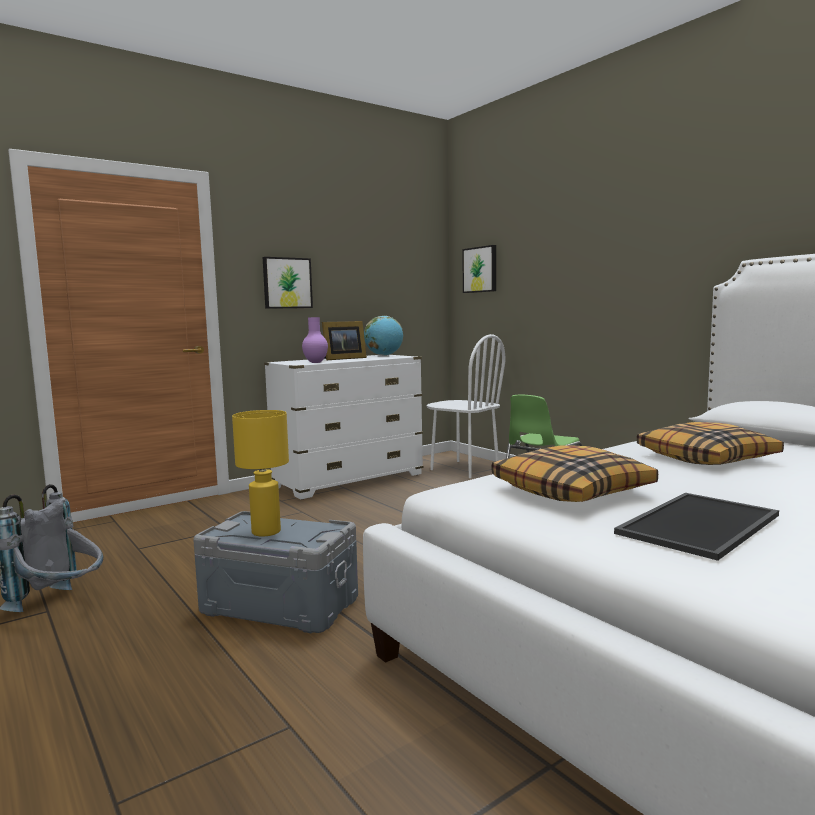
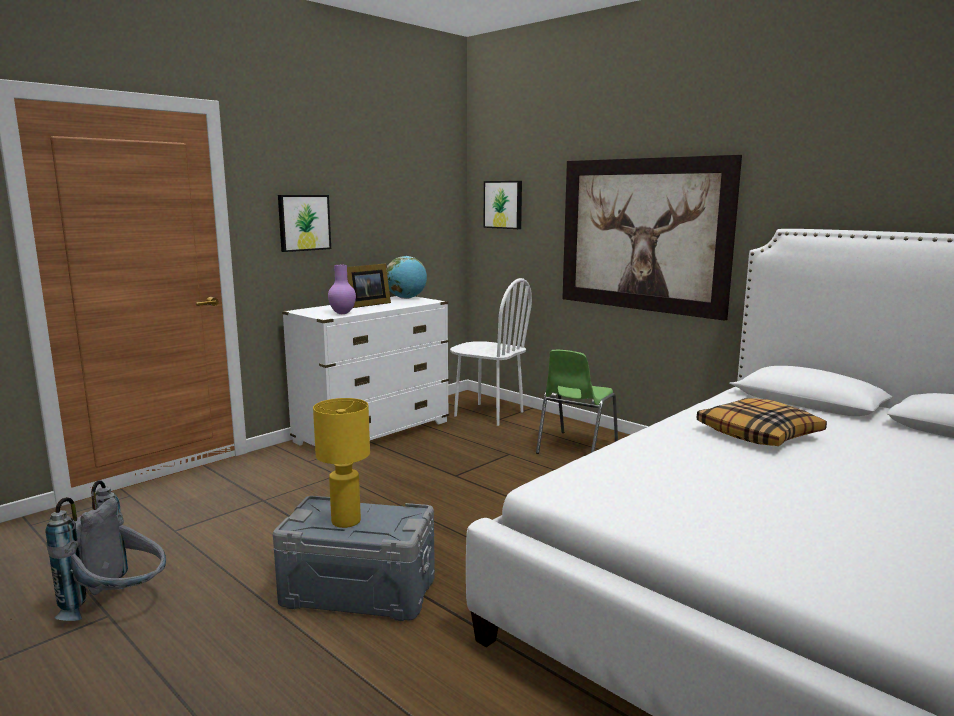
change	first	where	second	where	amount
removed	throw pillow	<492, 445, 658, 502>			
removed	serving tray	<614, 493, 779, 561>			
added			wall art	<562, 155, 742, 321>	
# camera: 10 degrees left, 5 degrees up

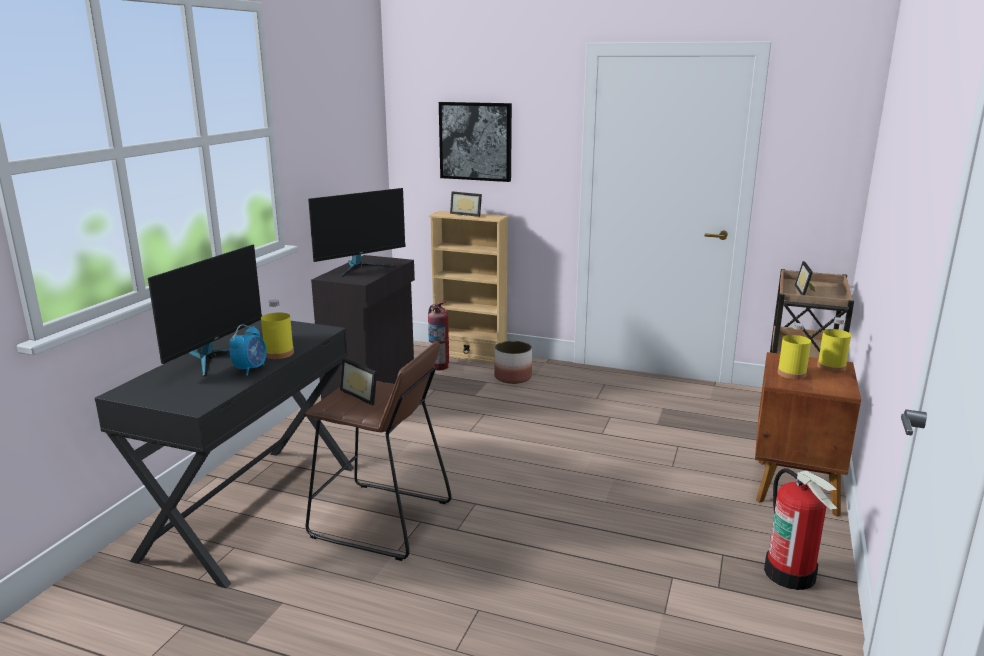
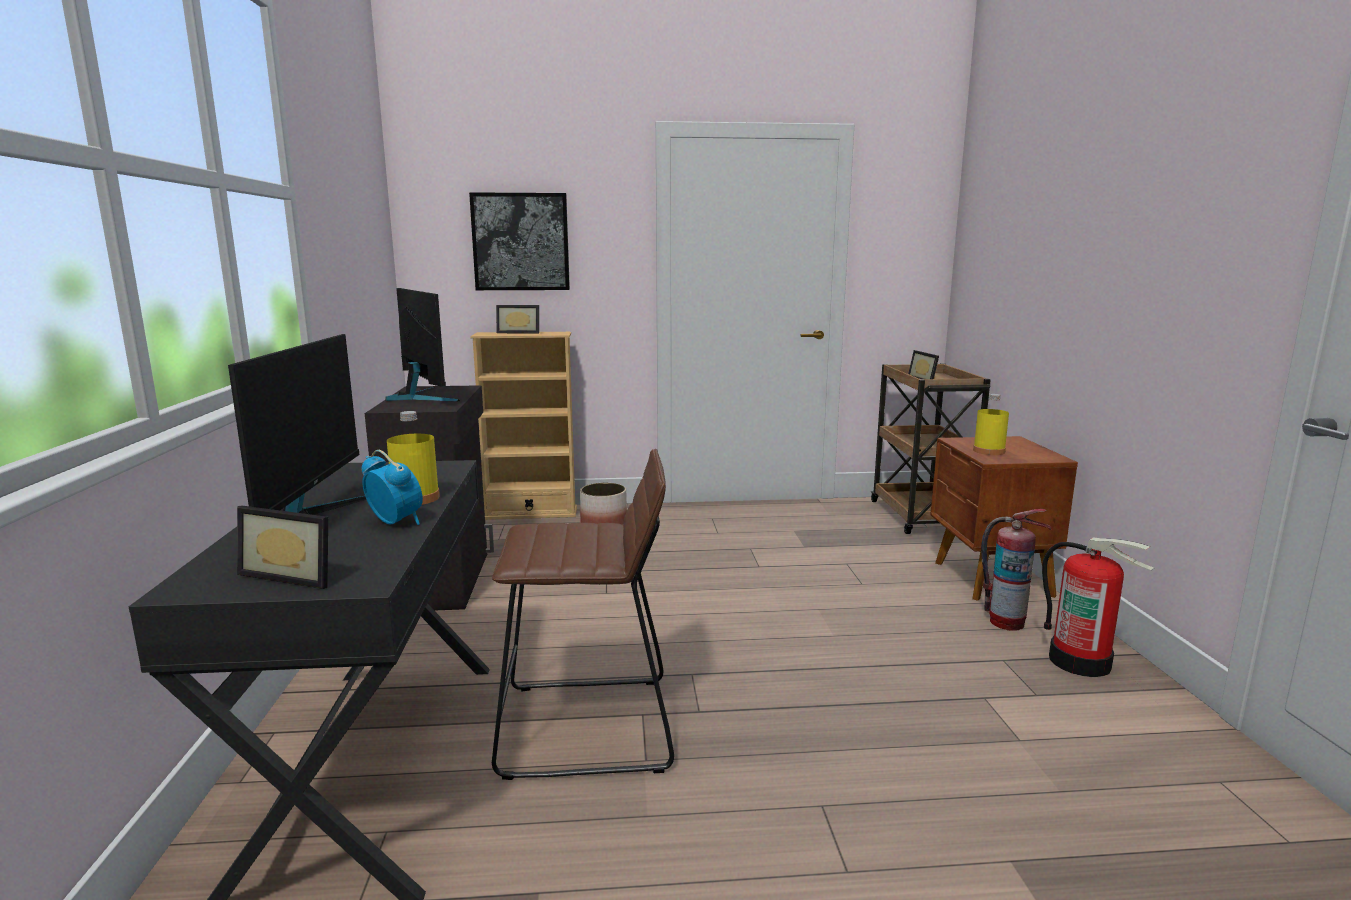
change	first	where	second	where	amount
removed	drink bottle (yellow)	<817, 317, 851, 372>			
moved	photo frame	<340, 358, 377, 405>		<237, 506, 328, 589>	
moved	fire extinguisher	<428, 301, 449, 370>		<981, 509, 1051, 631>	
turned	alarm clock	<229, 324, 267, 376>		<362, 450, 423, 525>	45 degrees counterclockwise
turned	computer display	<308, 188, 406, 277>		<385, 288, 460, 402>	60 degrees counterclockwise
# camera: 25 degrees left, 5 degrees down

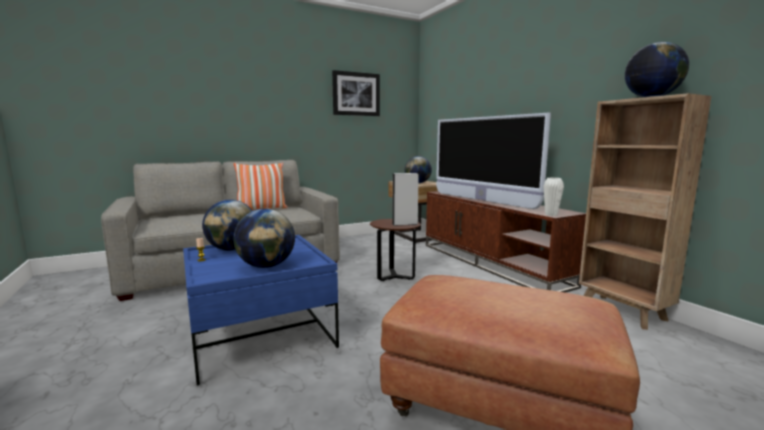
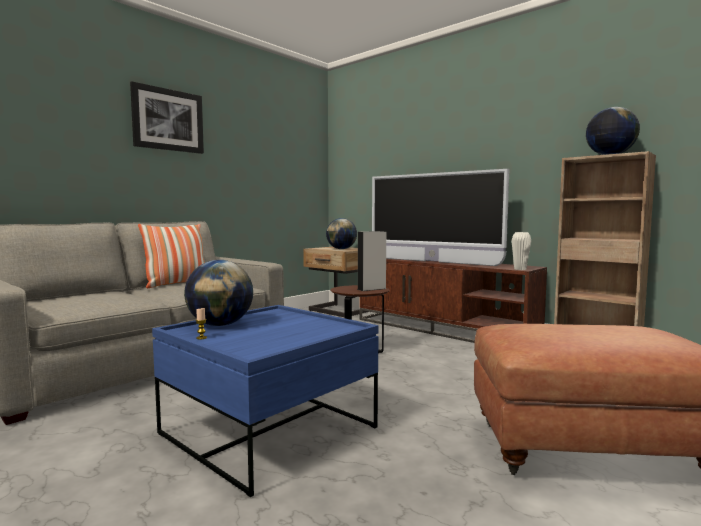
change	first	where	second	where	amount
removed	world globe	<233, 209, 295, 268>			
moved	wall art	<332, 70, 380, 116>		<130, 81, 204, 154>	
# camera: 20 degrees left, 5 degrees down

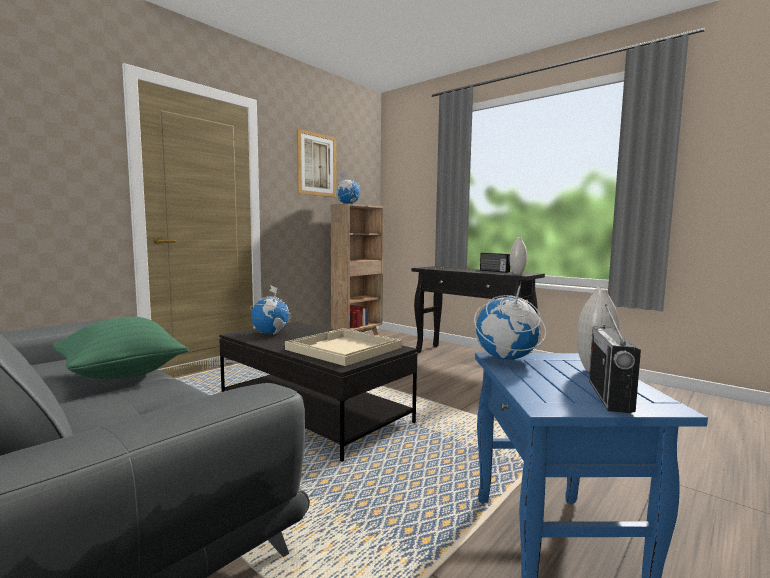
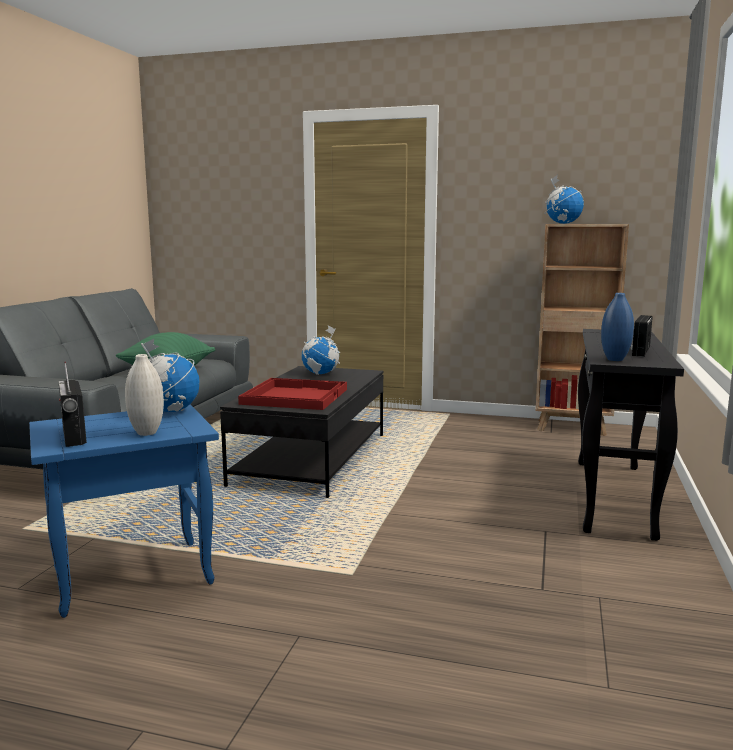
change	first	where	second	where	amount
removed	wall art	<297, 129, 337, 197>			
recoloured	serving tray (sand-coloured)	<285, 328, 402, 366>	serving tray (red-coloured)	<238, 378, 347, 410>	
recoloured	flower vase (whitish)	<510, 237, 527, 275>	flower vase (bluish)	<601, 293, 634, 361>	
turned	radio receiver	<589, 304, 641, 413>		<58, 361, 87, 447>	105 degrees counterclockwise
# camera: 65 degrees right, 5 degrees up

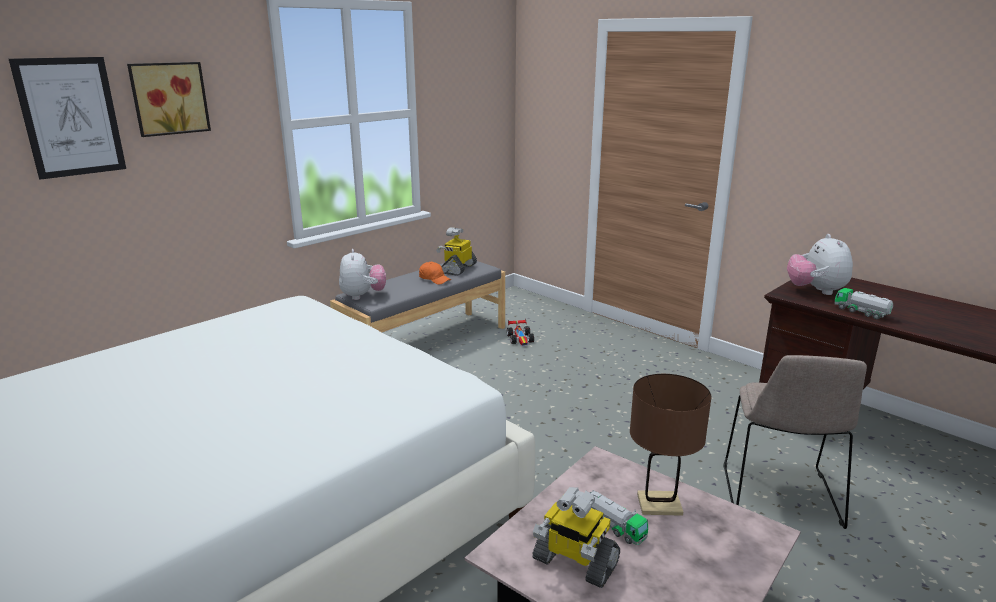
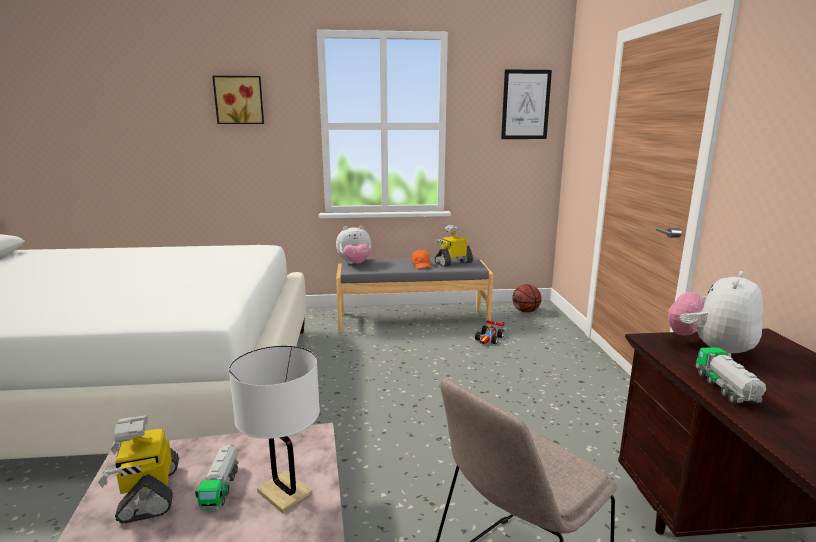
change	first	where	second	where	amount
added			basketball ball	<512, 284, 541, 313>	
moved	wall art	<9, 57, 126, 180>		<501, 70, 552, 139>	
recoloured	tabletop lamp (brown)	<630, 374, 712, 516>	tabletop lamp (whitish)	<229, 346, 320, 514>	
turned	plush toy	<339, 249, 386, 300>		<336, 226, 371, 264>	45 degrees clockwise
# camera: 40 degrees right, 5 degrees down

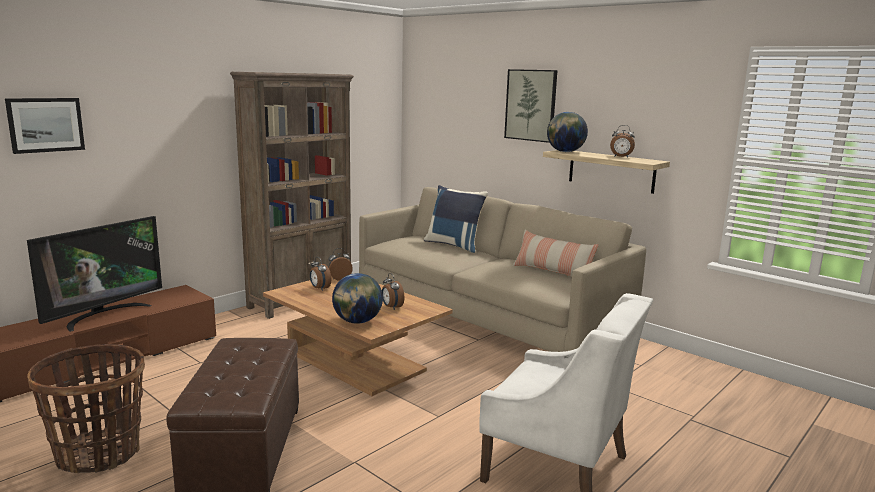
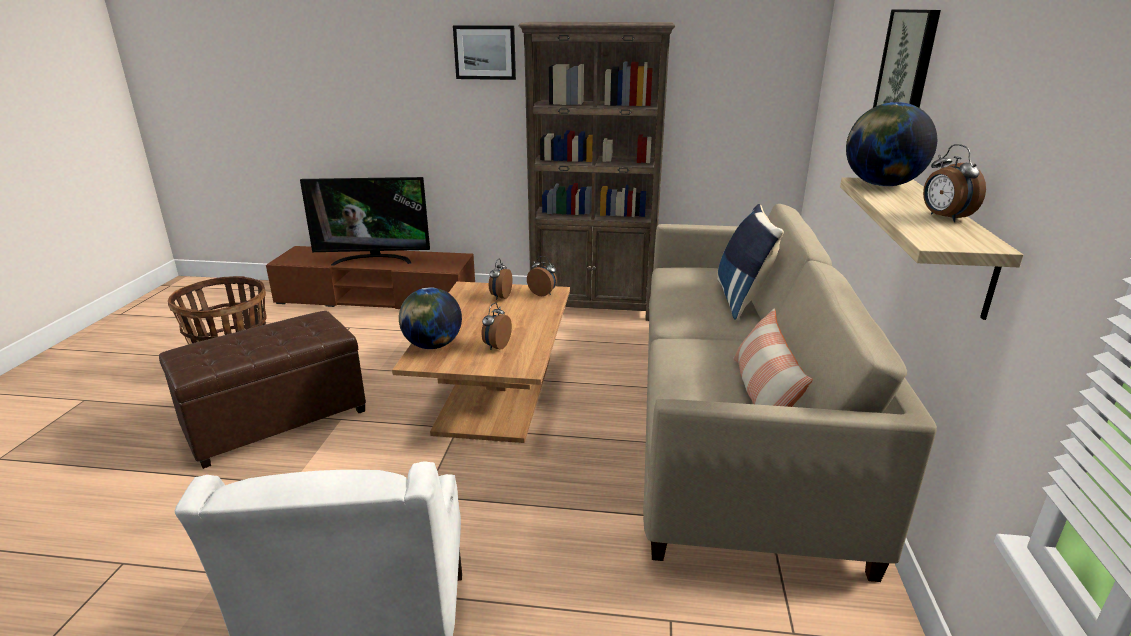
change	first	where	second	where	amount
moved	wall art	<5, 98, 85, 154>		<453, 25, 516, 80>	
# camera: 55 degrees right, 10 degrees up

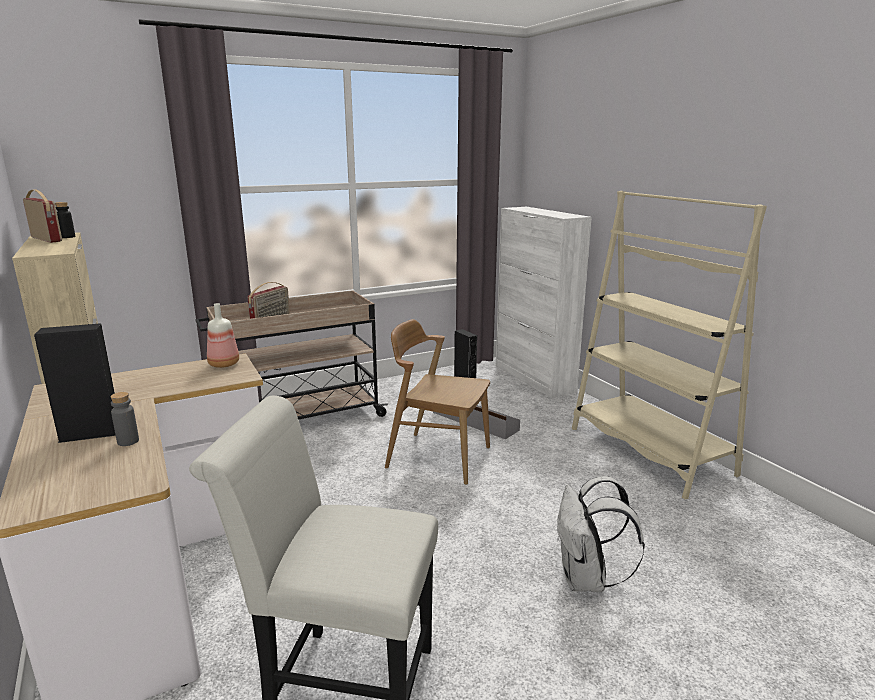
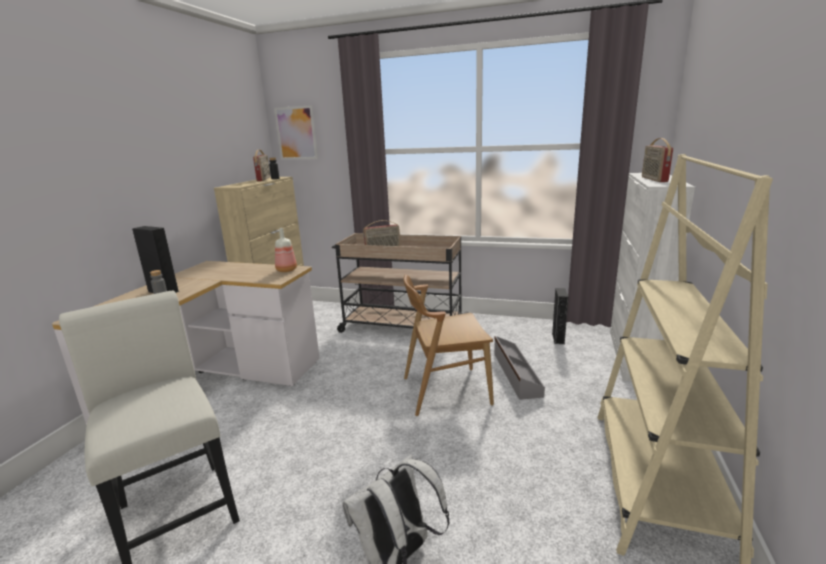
change	first	where	second	where	amount
added			wall art	<274, 105, 318, 160>	
added			radio receiver	<642, 138, 673, 182>	
turned	plain chair (brown)	<385, 319, 490, 485>		<404, 275, 494, 416>	75 degrees counterclockwise
# camera: 45 degrees right, 0 degrees up

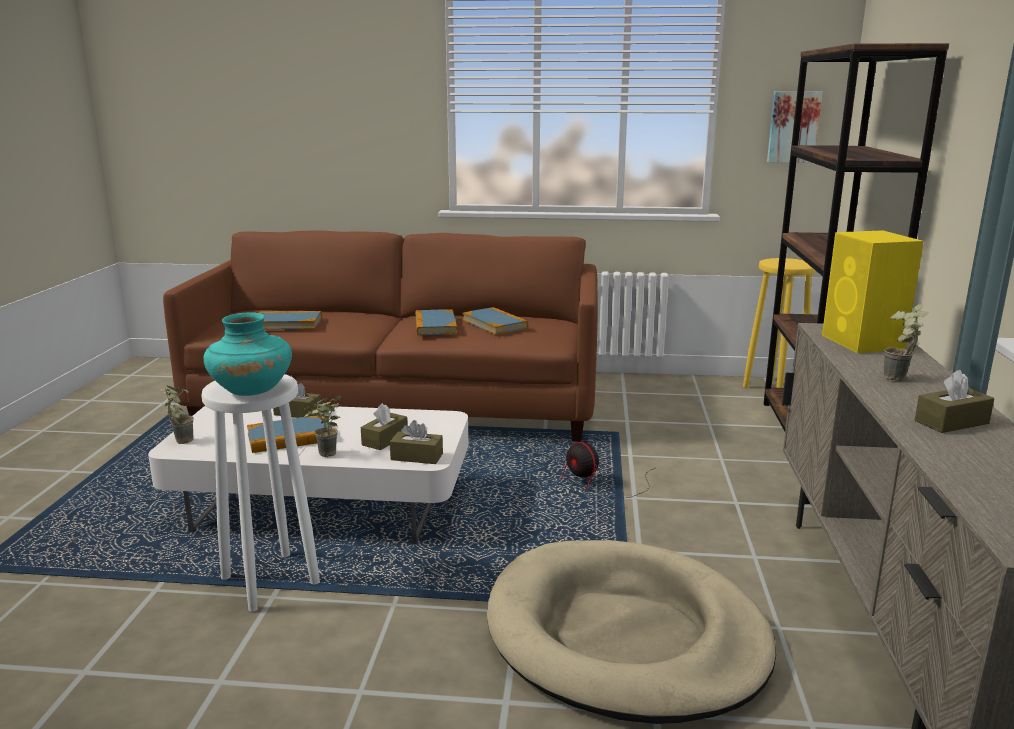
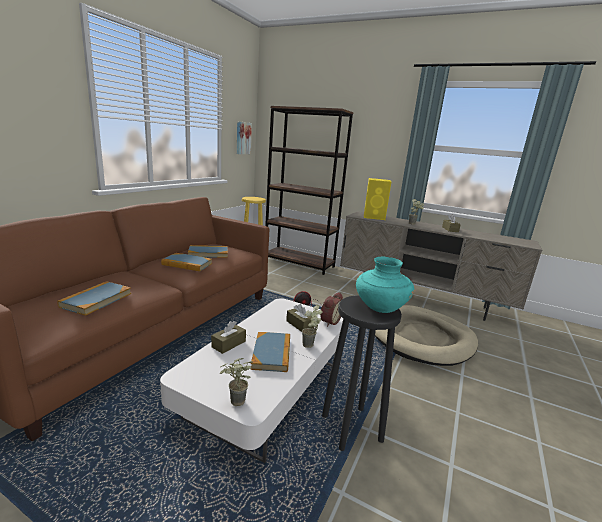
change	first	where	second	where	amount
replaced	box of tissues (brown)	<390, 420, 443, 464>	alarm clock	<320, 292, 343, 327>	
recoloured	sitting stool (whitish)	<202, 374, 320, 612>	sitting stool (black-coloured)	<322, 295, 402, 451>	
# camera: 70 degrees left, 0 degrees up

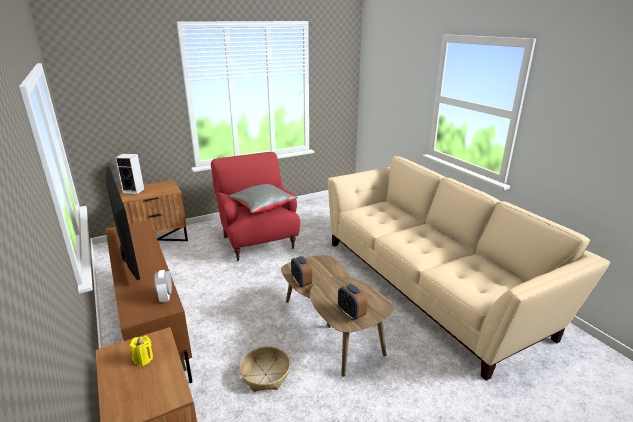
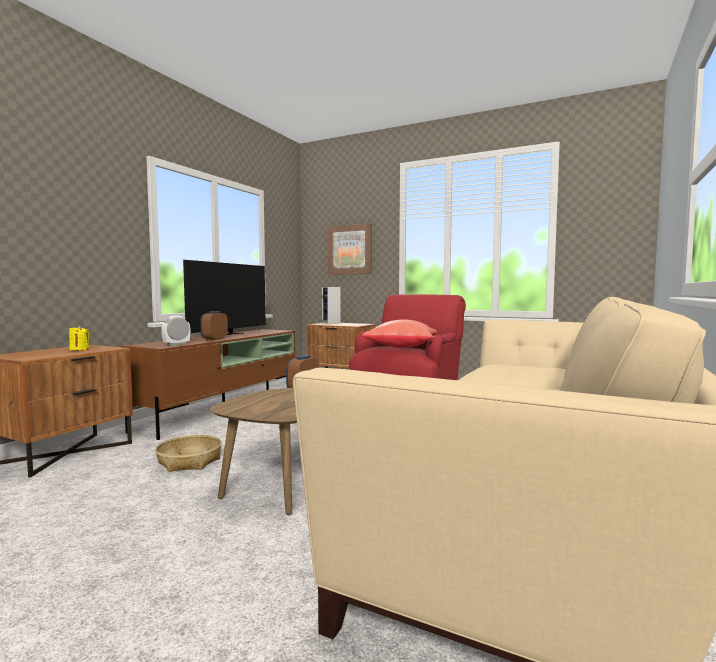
change	first	where	second	where	amount
added			wall art	<328, 223, 372, 275>	
moved	alarm clock	<338, 284, 367, 320>		<200, 311, 228, 341>	
recoloured	throw pillow (greyish)	<228, 184, 298, 213>	throw pillow (red-coloured)	<362, 320, 437, 348>	
# camera: 55 degrees right, 20 degrees down

